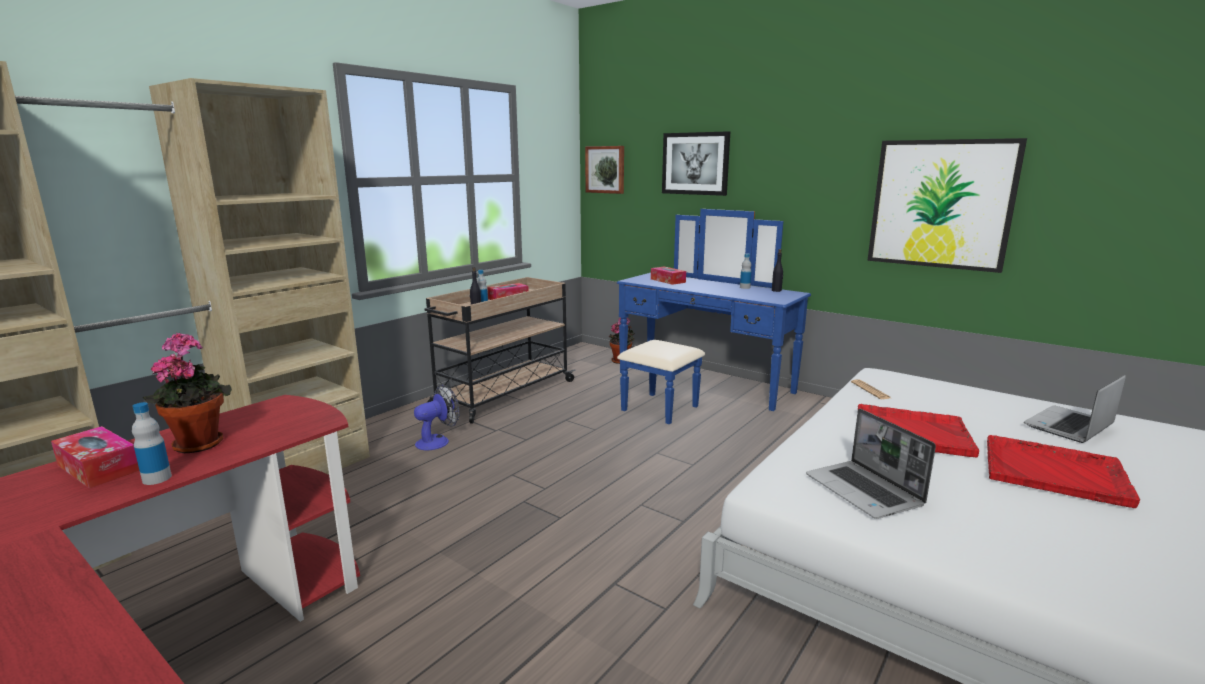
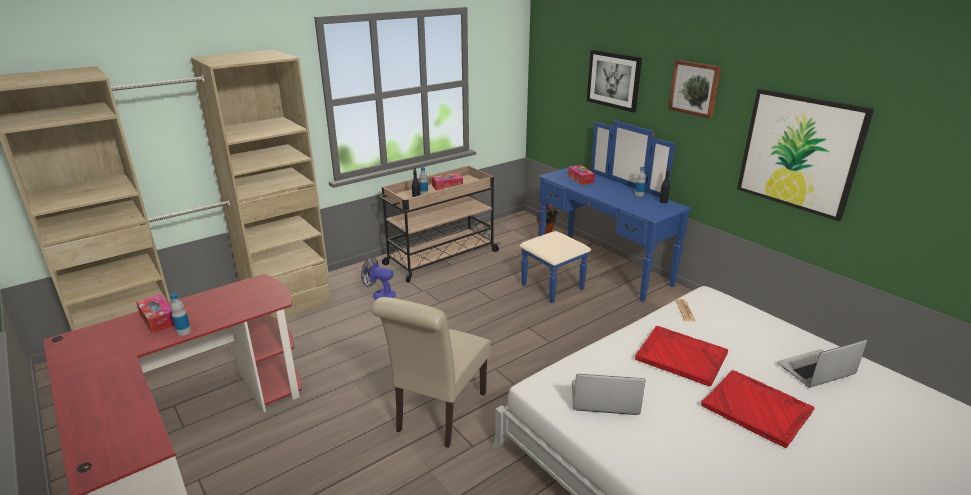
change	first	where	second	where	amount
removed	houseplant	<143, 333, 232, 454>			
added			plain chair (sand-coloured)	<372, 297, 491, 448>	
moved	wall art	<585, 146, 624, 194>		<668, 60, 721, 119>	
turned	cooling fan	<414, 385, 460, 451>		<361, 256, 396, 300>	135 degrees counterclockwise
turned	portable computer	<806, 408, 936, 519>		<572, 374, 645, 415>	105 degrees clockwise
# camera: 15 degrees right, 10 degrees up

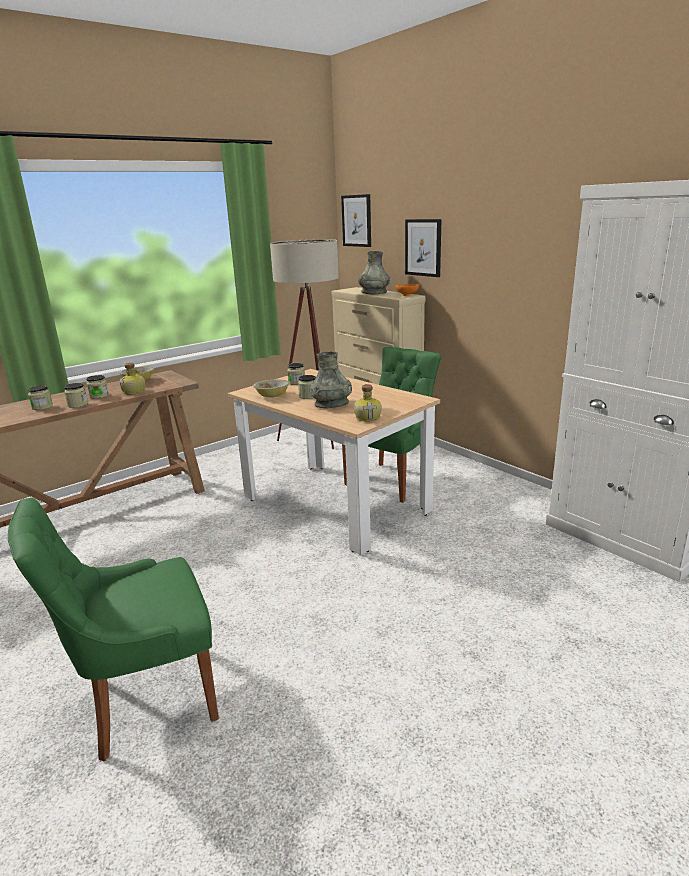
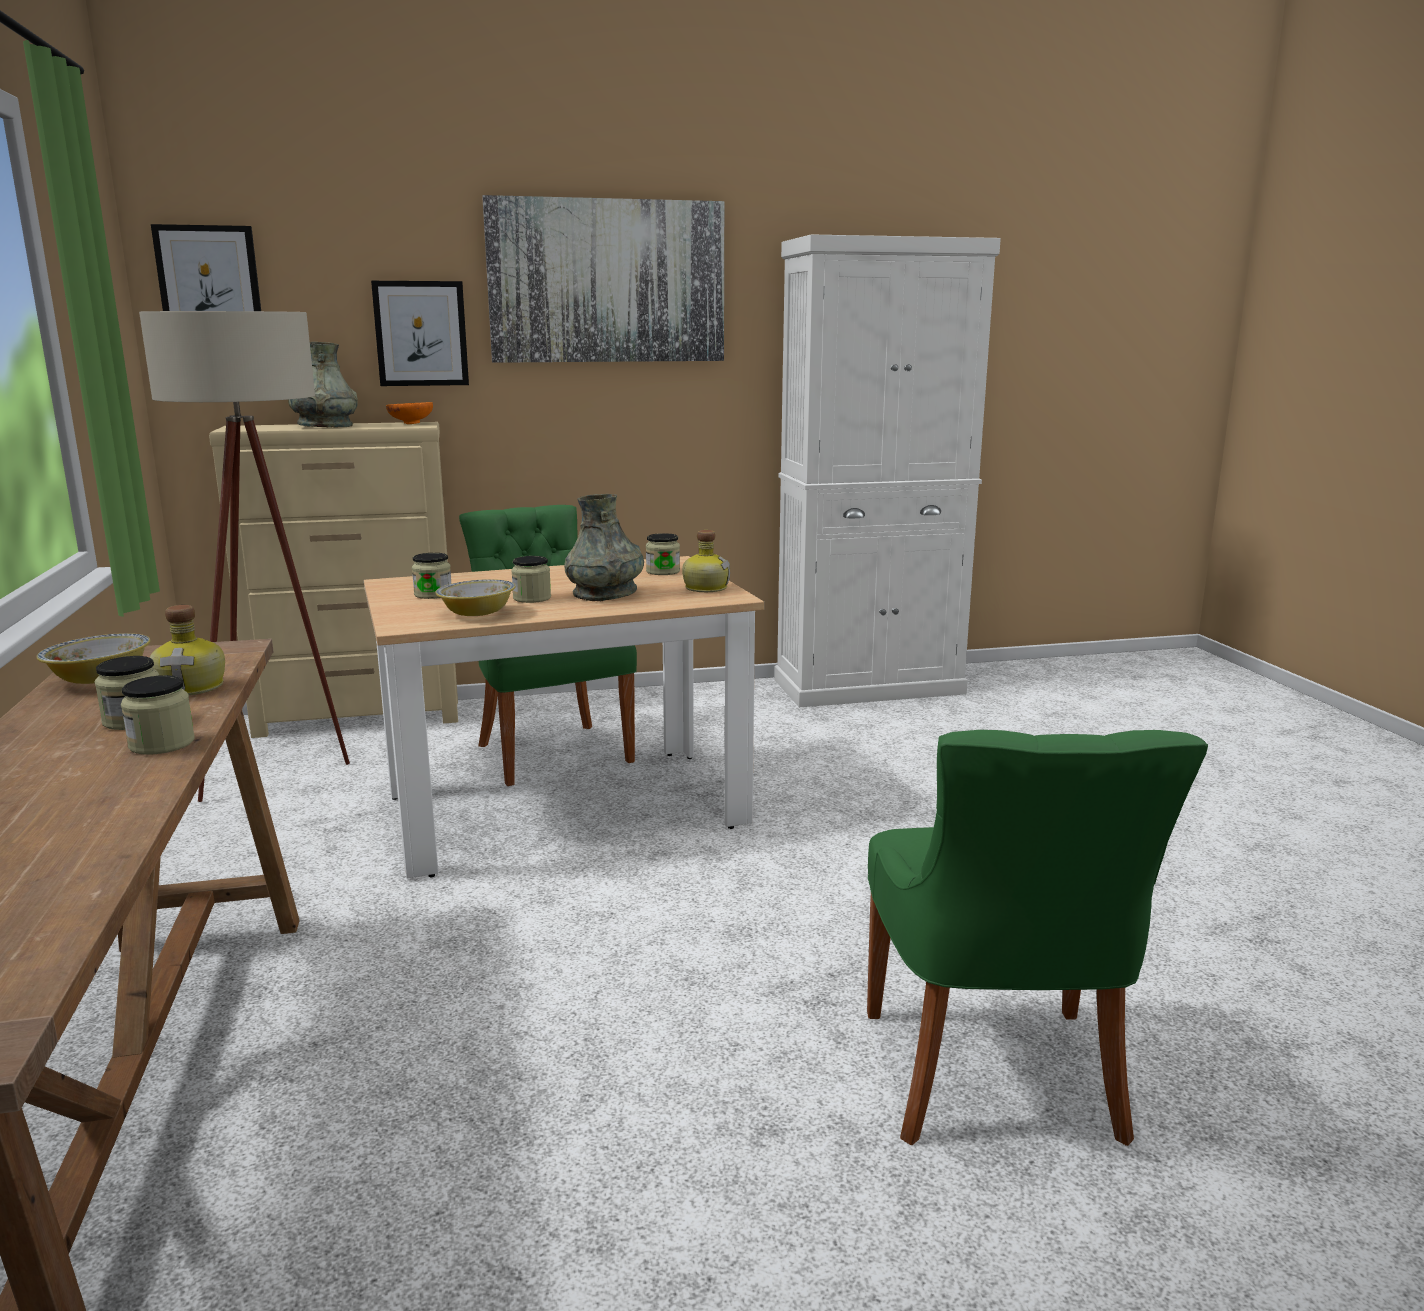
change	first	where	second	where	amount
added			wall art	<482, 195, 724, 363>	
moved	preserve jar	<28, 385, 53, 410>		<646, 533, 680, 575>	
# camera: 65 degrees left, 5 degrees down

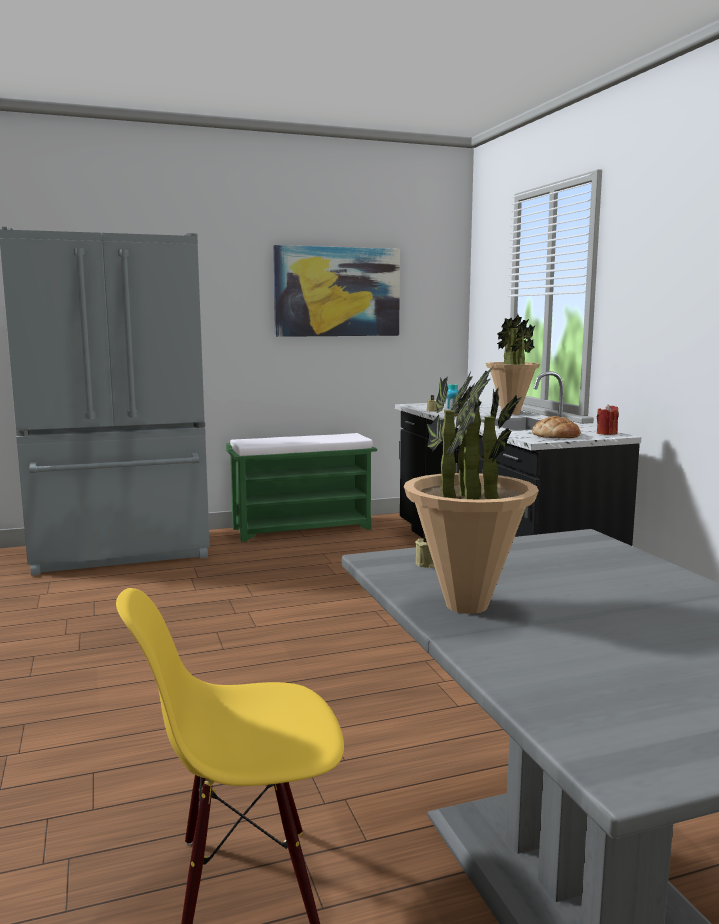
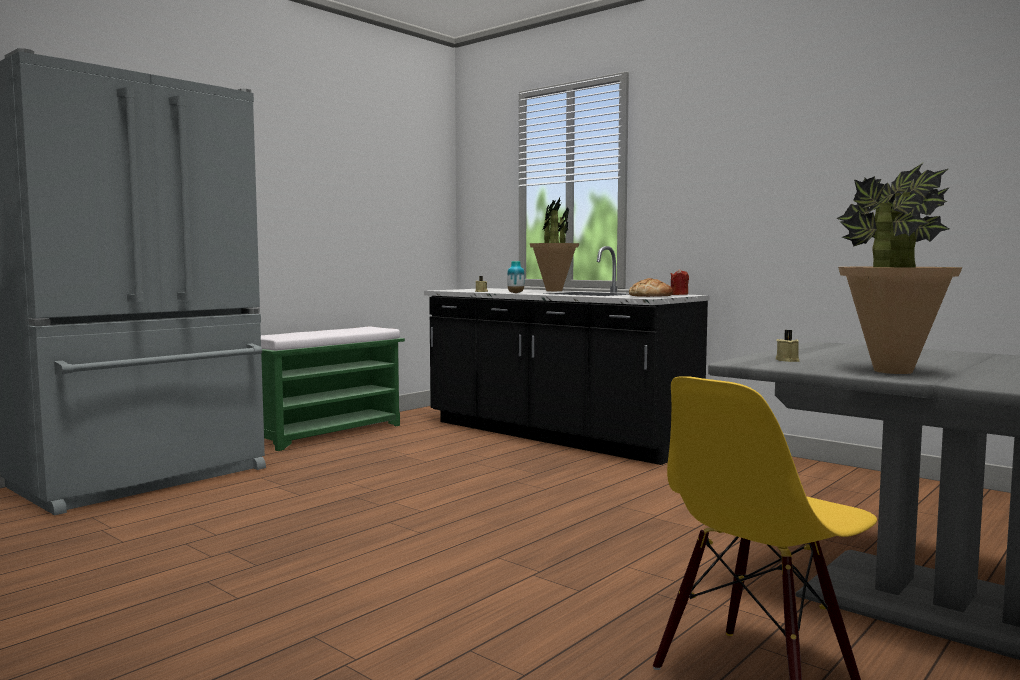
change	first	where	second	where	amount
removed	wall art	<273, 245, 400, 337>			
# camera: 30 degrees left, 5 degrees down

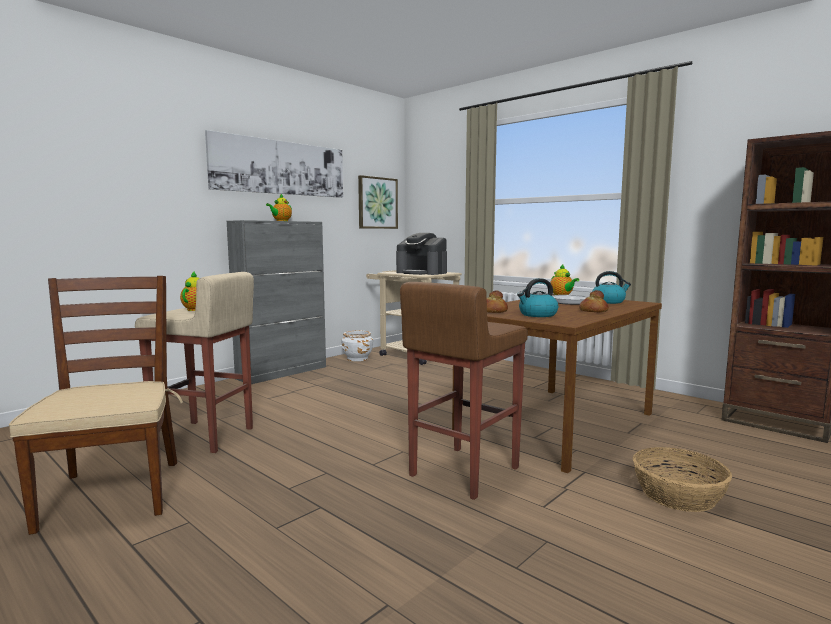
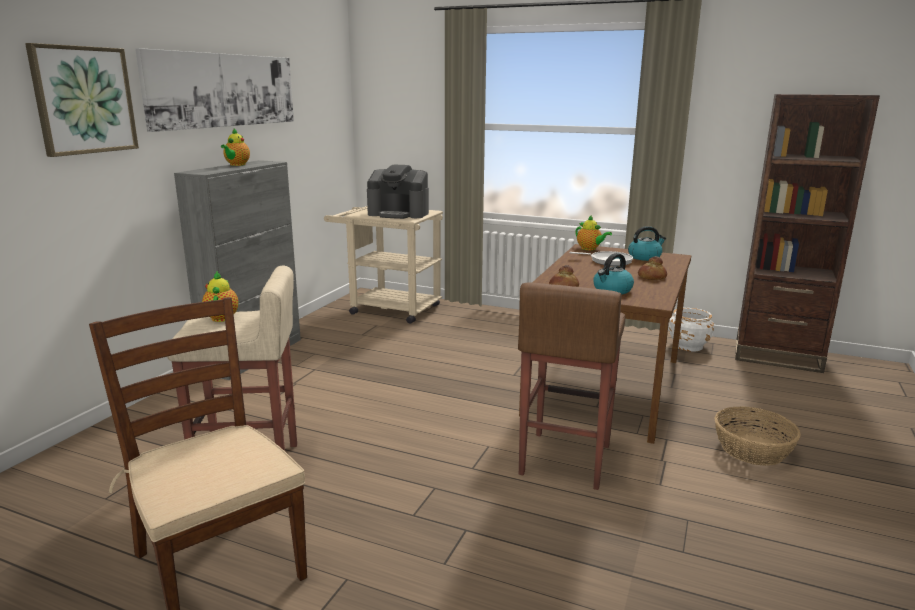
change	first	where	second	where	amount
moved	plant pot (whitish)	<341, 331, 373, 361>		<669, 308, 714, 351>	
moved	wall art	<358, 175, 398, 229>		<25, 43, 139, 157>	
# camera: 20 degrees left, 10 degrees up

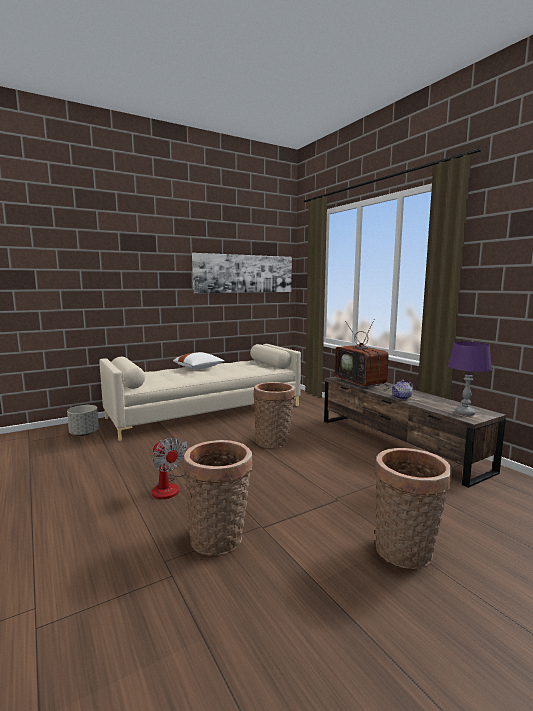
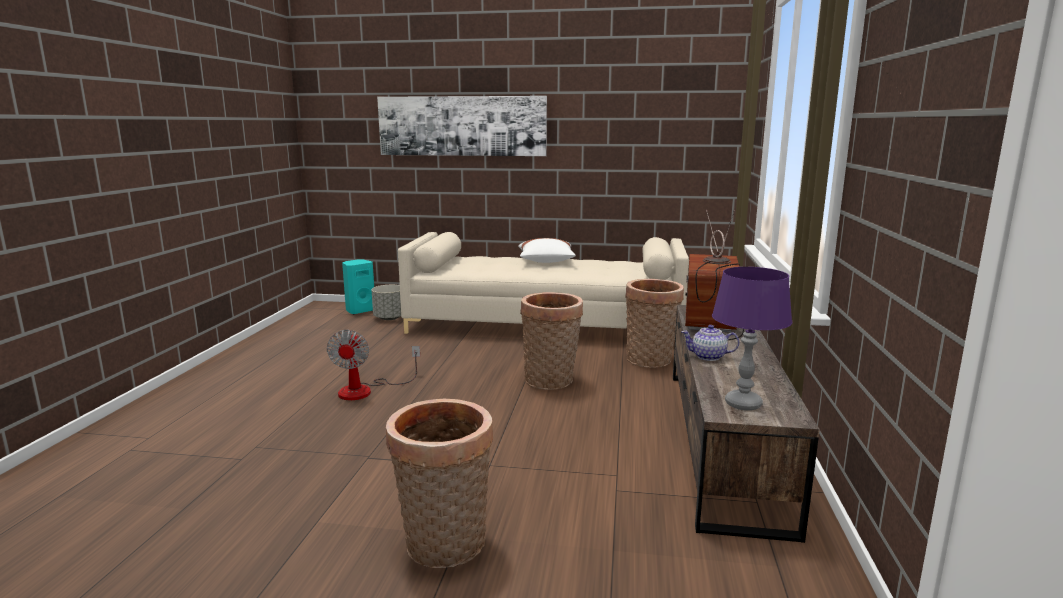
change	first	where	second	where	amount
added			speaker (turquoise)	<342, 259, 374, 314>	
moved	basket	<184, 440, 252, 556>		<625, 279, 684, 368>	
moved	wall art	<192, 253, 292, 293>		<377, 96, 547, 156>	
# camera: 40 degrees right, 5 degrees up

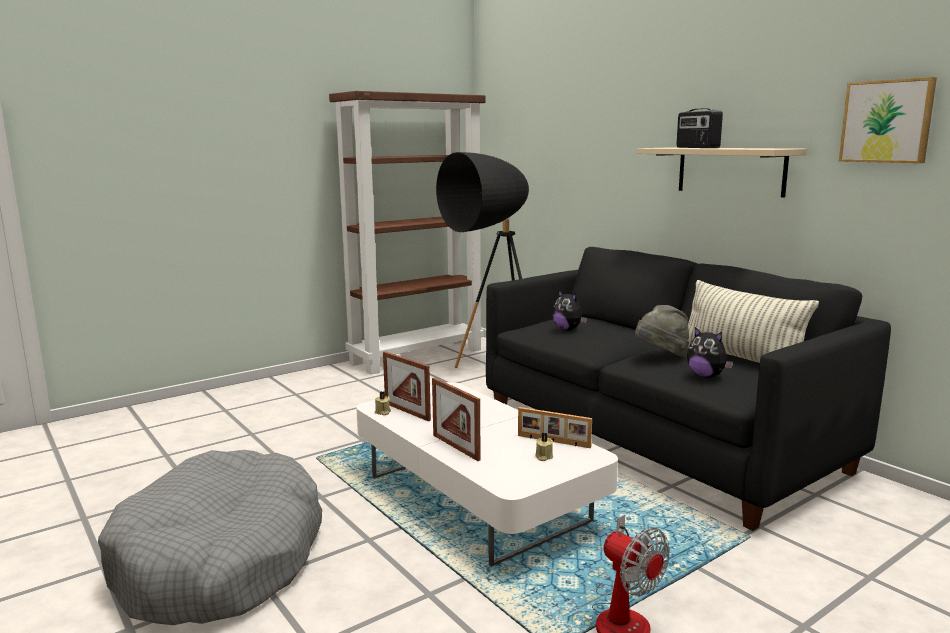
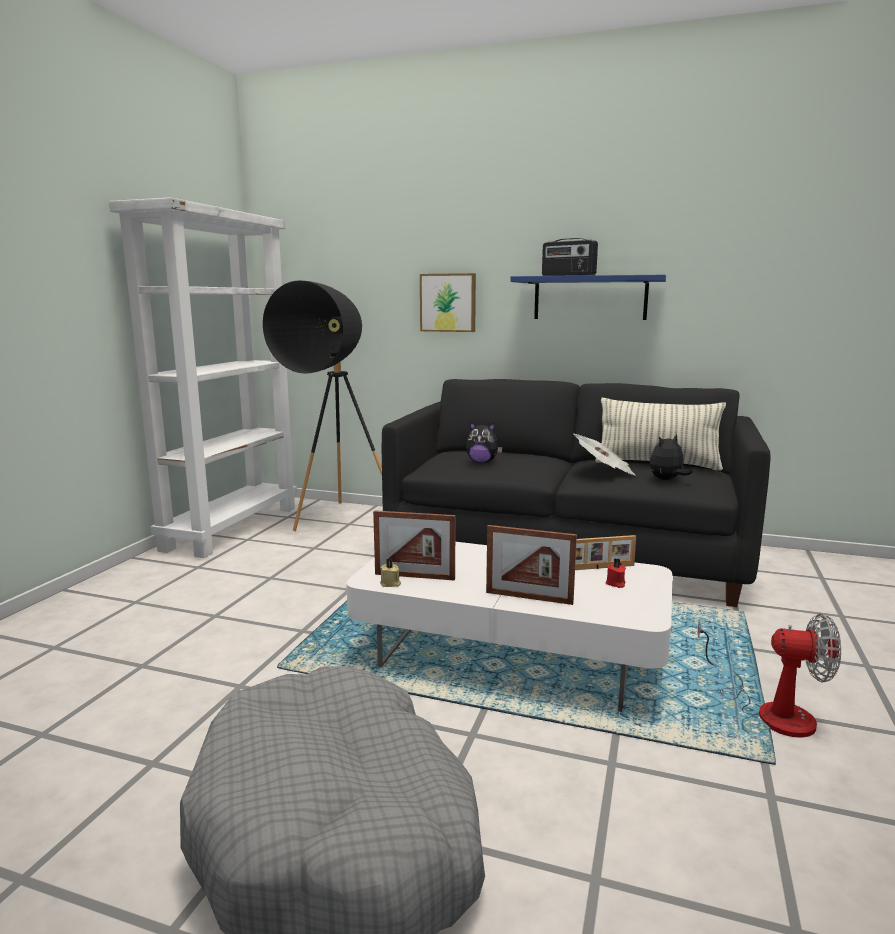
change	first	where	second	where	amount
moved	wall art	<839, 77, 937, 163>		<420, 273, 476, 332>	
replaced	hat (greyish)	<635, 305, 689, 356>	printed paper	<573, 434, 635, 475>	
recoloured	shelving unit (brown)	<329, 91, 486, 375>	shelving unit (whitish)	<109, 197, 297, 558>	
recoloured	wax light (sand-coloured)	<535, 433, 553, 461>	wax light (red-coloured)	<606, 558, 626, 588>	
recoloured	shelf (sand-coloured)	<637, 148, 807, 198>	shelf (bluish)	<510, 275, 666, 320>	
turned	plush toy	<687, 327, 733, 378>		<650, 434, 693, 480>	135 degrees clockwise
# camera: 35 degrees left, 0 degrees up

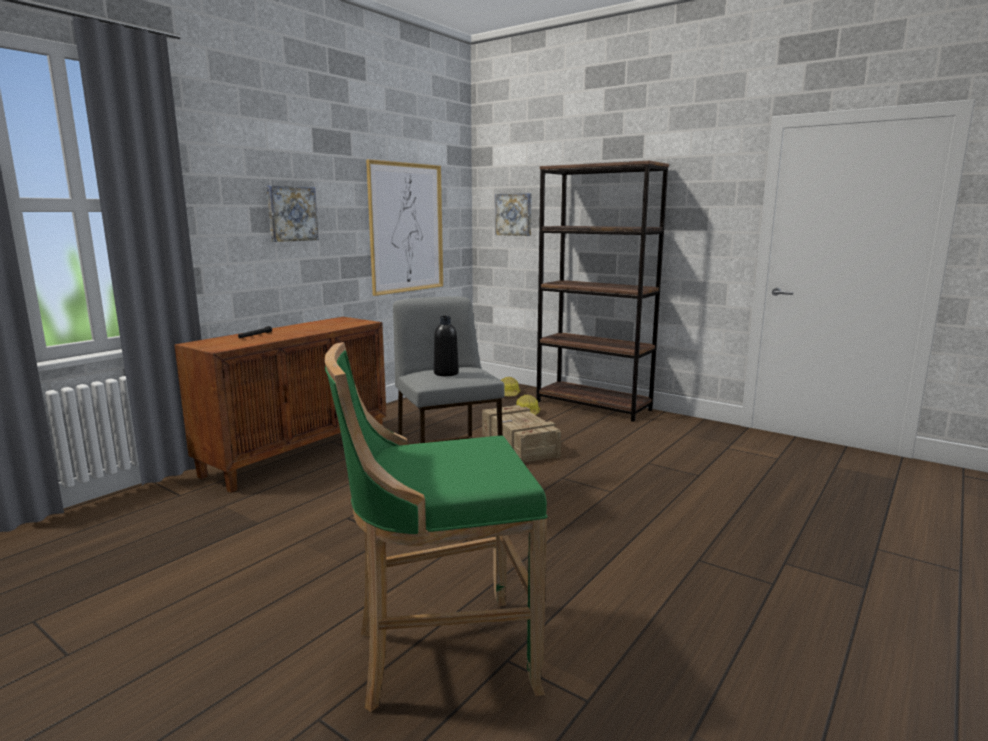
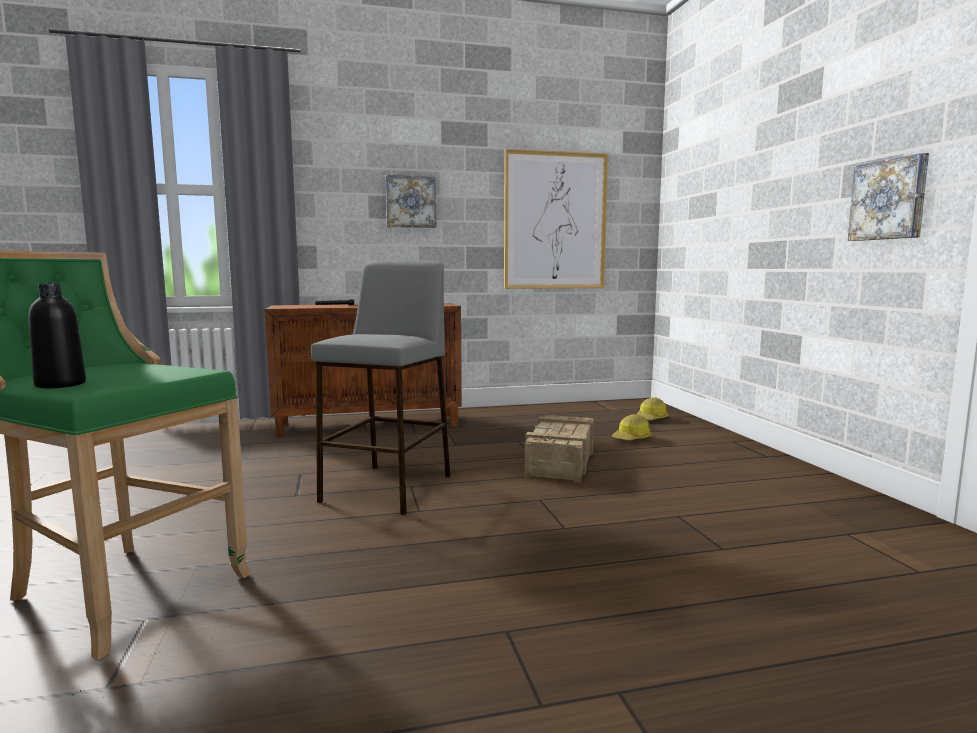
change	first	where	second	where	amount
removed	shelving unit (brown)	<536, 161, 669, 422>			
moved	drink bottle (black-coloured)	<434, 316, 459, 376>		<28, 284, 86, 388>	
moved	wall art	<495, 193, 532, 236>		<848, 153, 929, 241>	
# camera: 40 degrees right, 5 degrees down

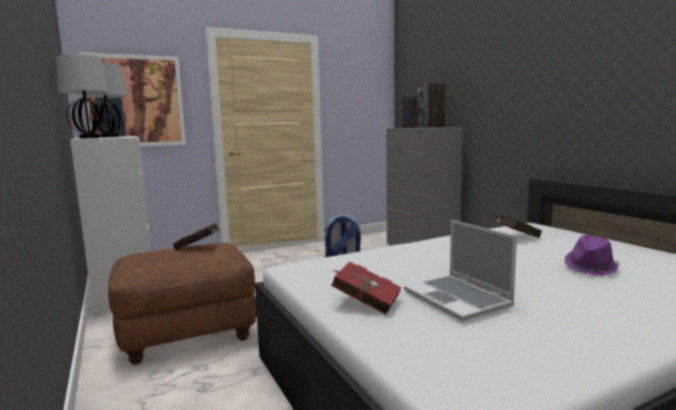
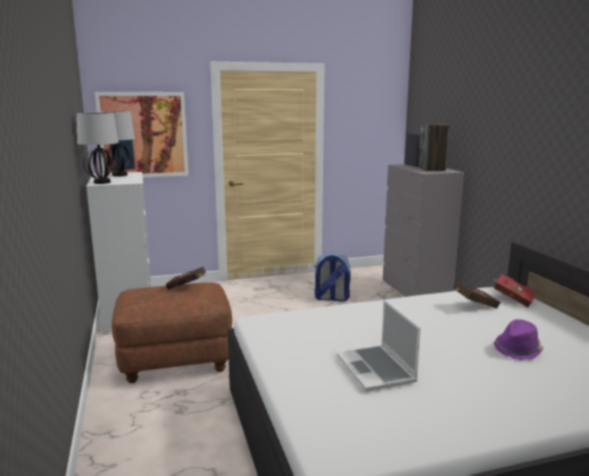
change	first	where	second	where	amount
moved	bound book (red-coloured)	<331, 262, 401, 315>		<491, 274, 536, 308>	
# camera: 10 degrees right, 5 degrees up

